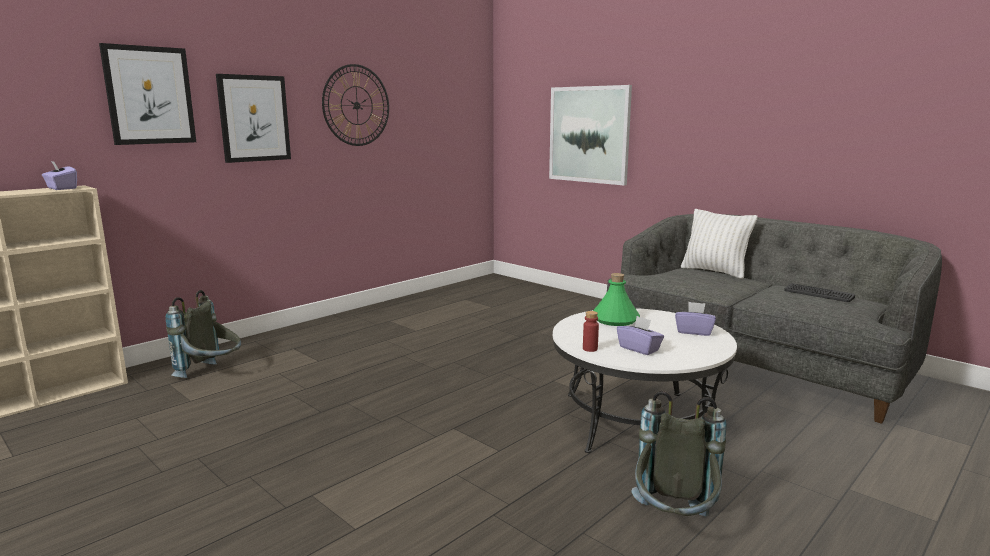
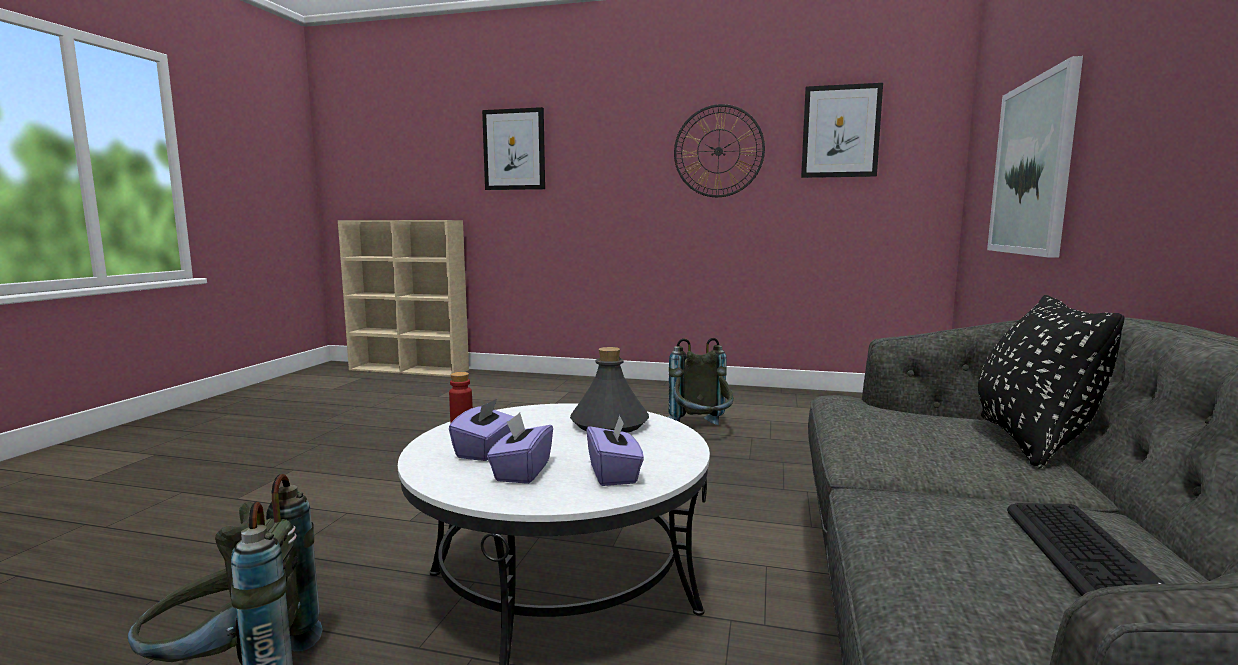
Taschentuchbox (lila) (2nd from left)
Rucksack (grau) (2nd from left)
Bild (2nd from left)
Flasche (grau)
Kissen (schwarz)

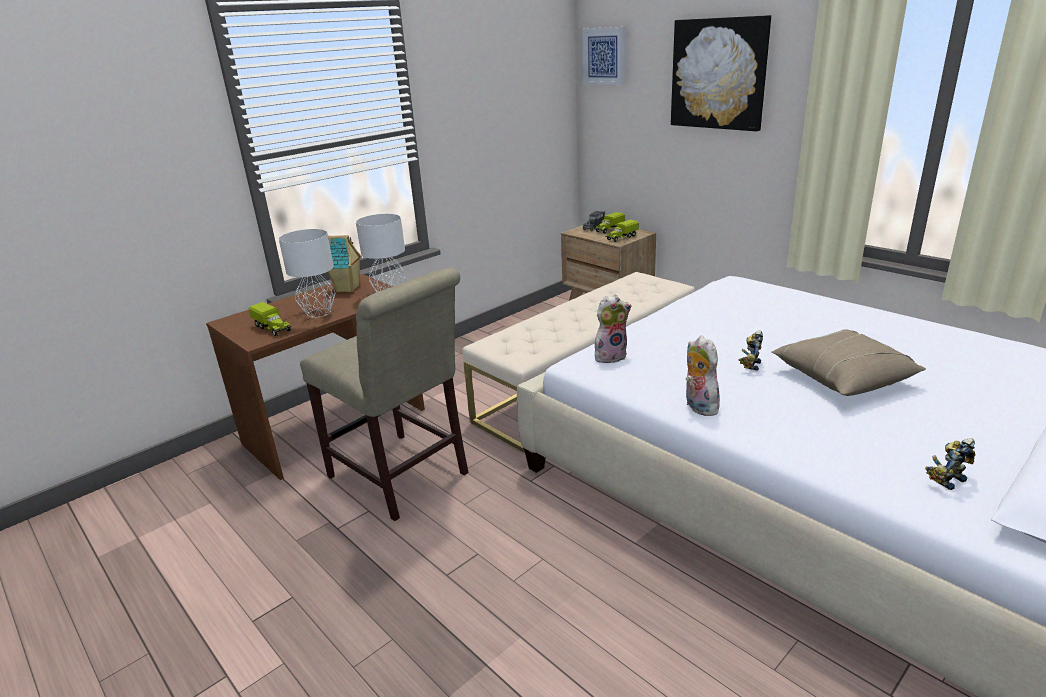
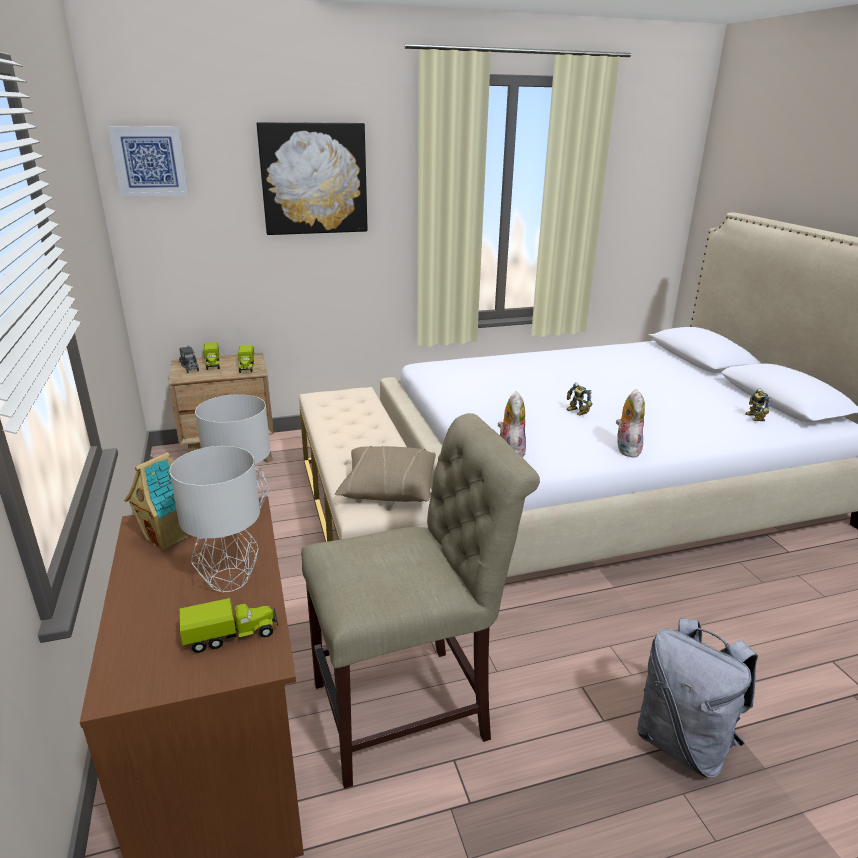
Plüschtier (2nd from left)
Kissen (beige)
Rucksack (grau)

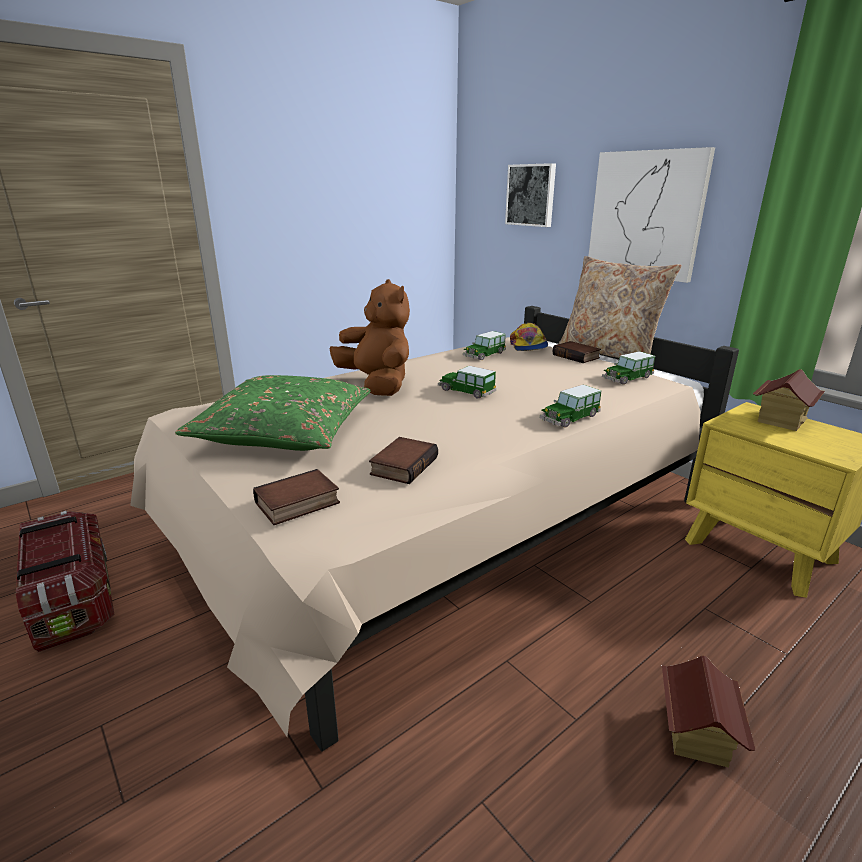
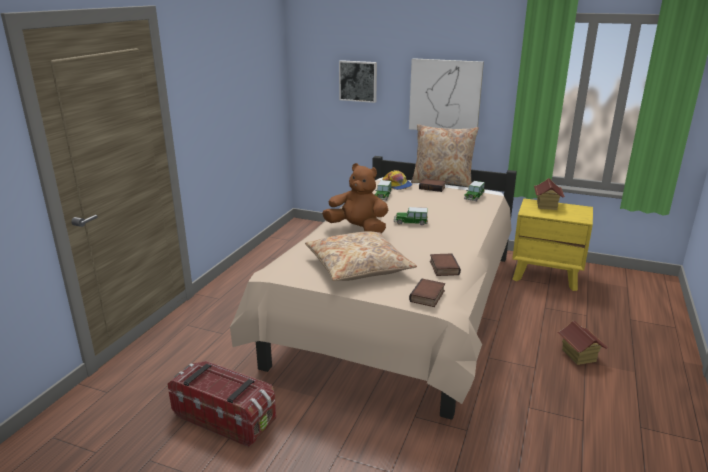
Kissen (beige) (1st from left)
Spielzeugauto (3rd from left in the first image)

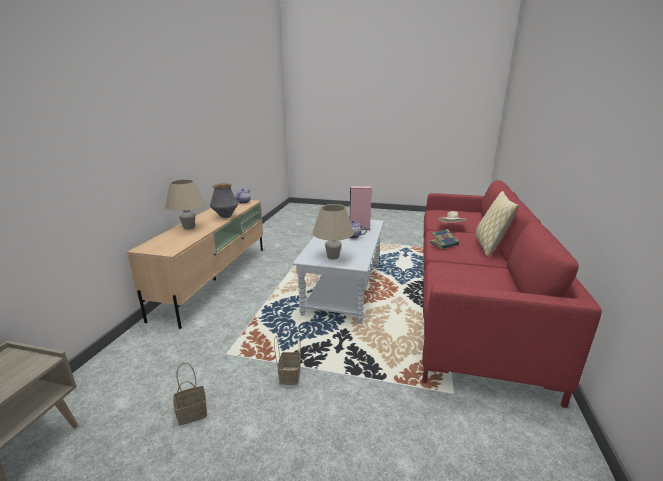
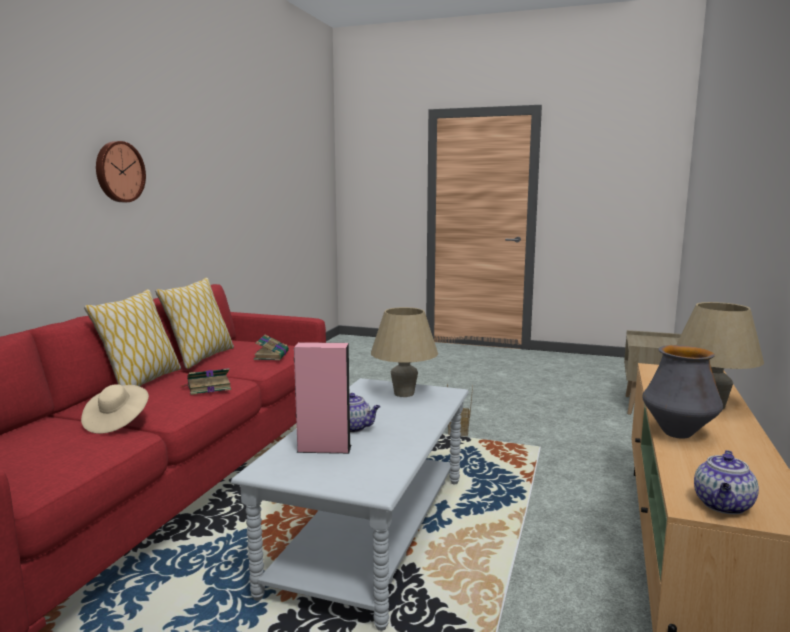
Korb (1st from left in the first image)
Wanduhr
Kissen (2nd from left)
Buch (2nd from left)

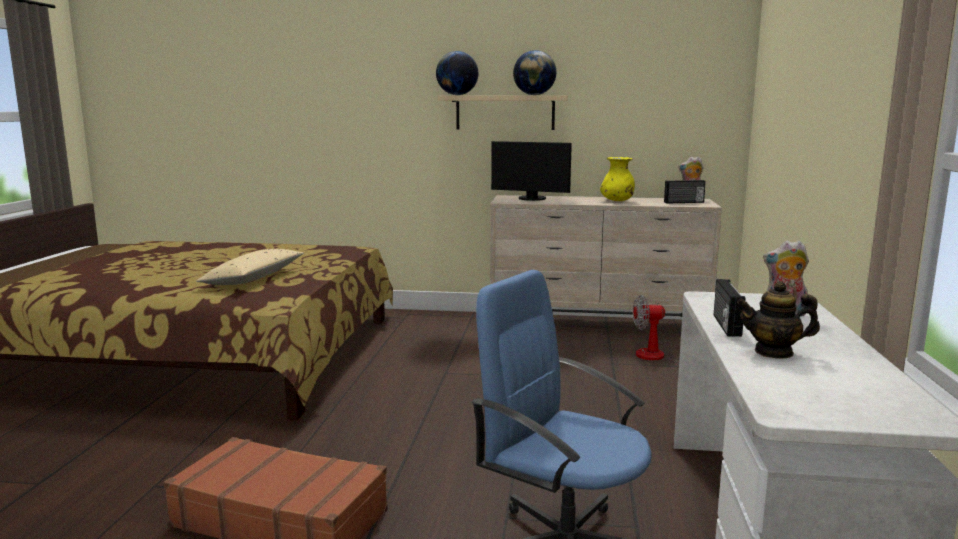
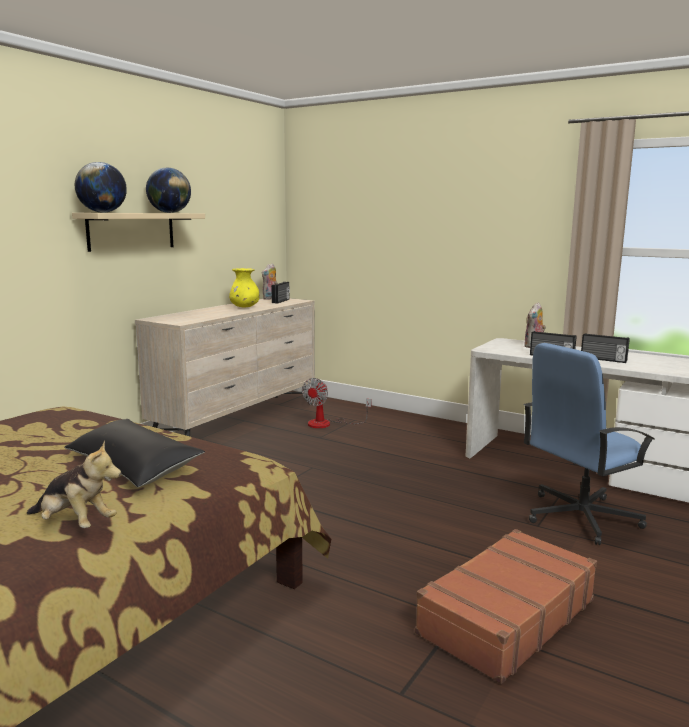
Kissen (schwarz)
Monitor
Radio (3rd from left)
Plüschtier (1st from left)

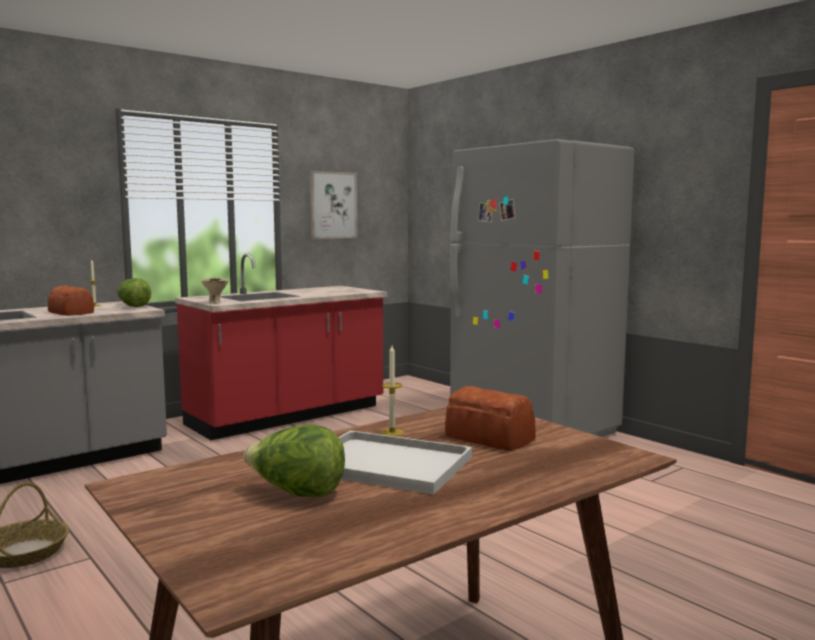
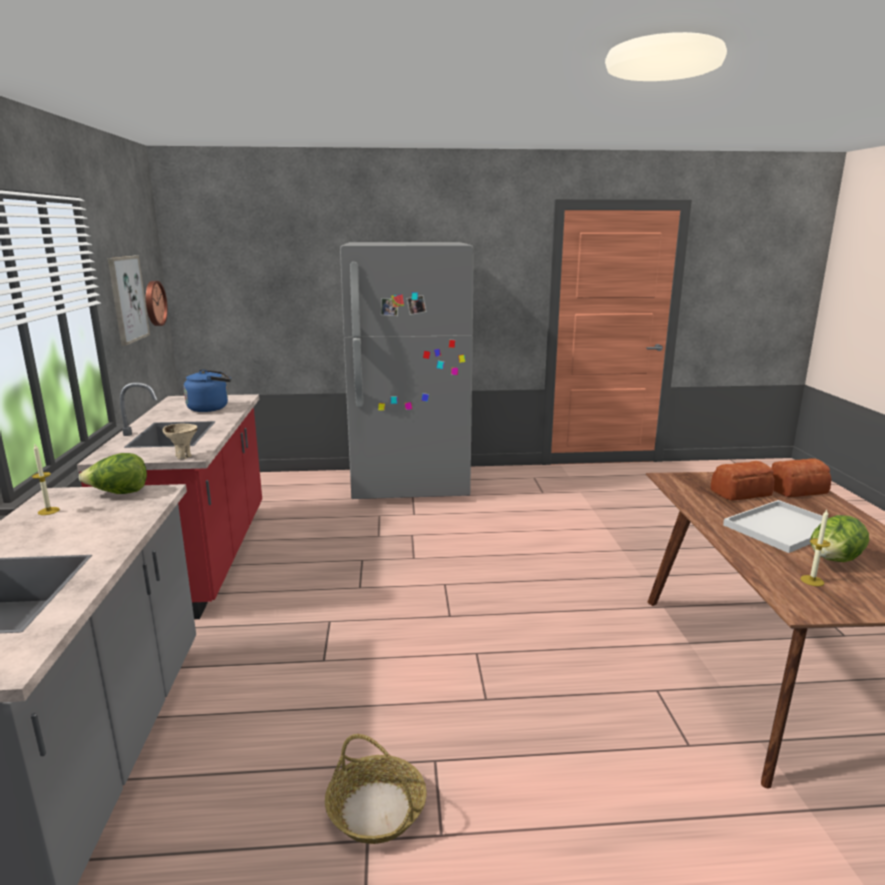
Brot (2nd from left)
Kerze (2nd from left)
Wanduhr
Wasserkessel (blau)

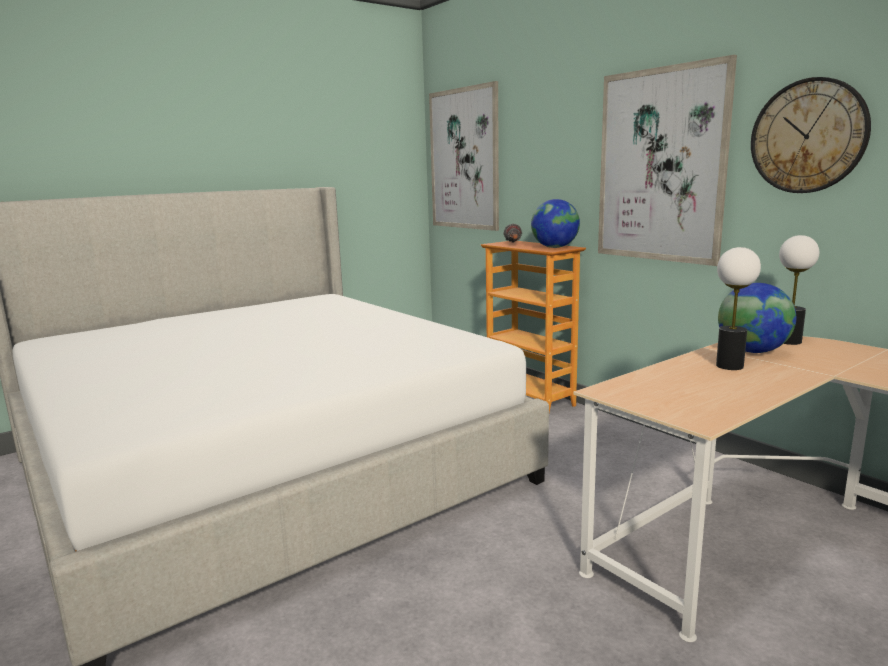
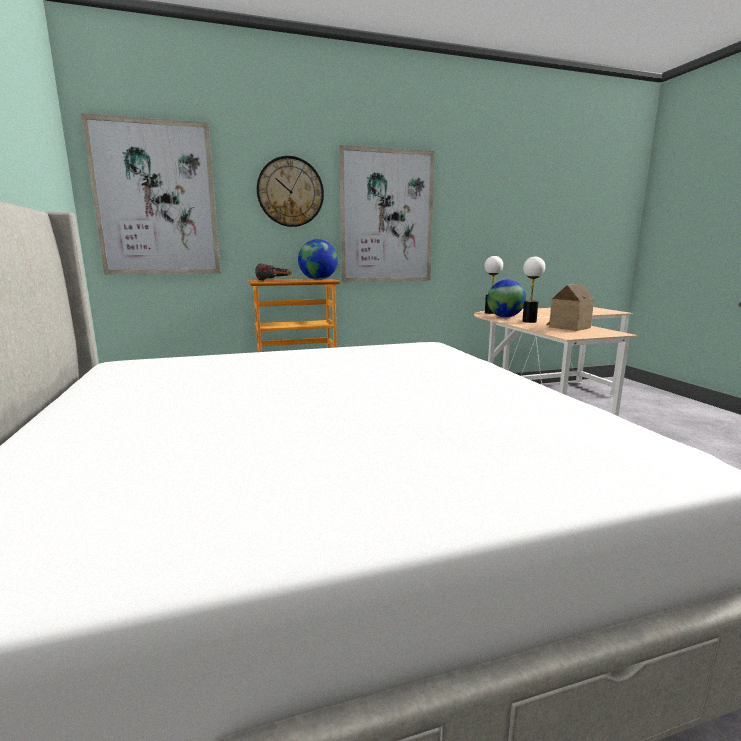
Wanduhr
Spielzeughaus

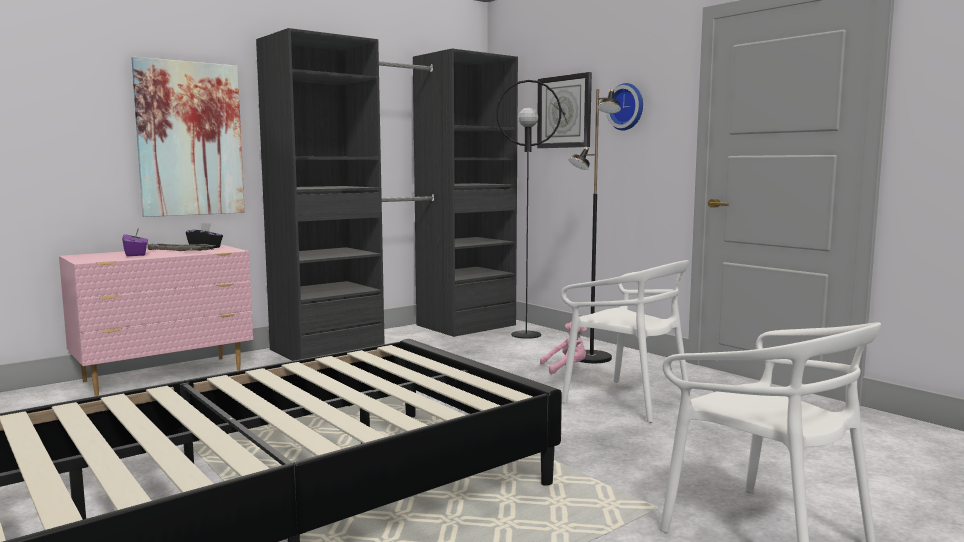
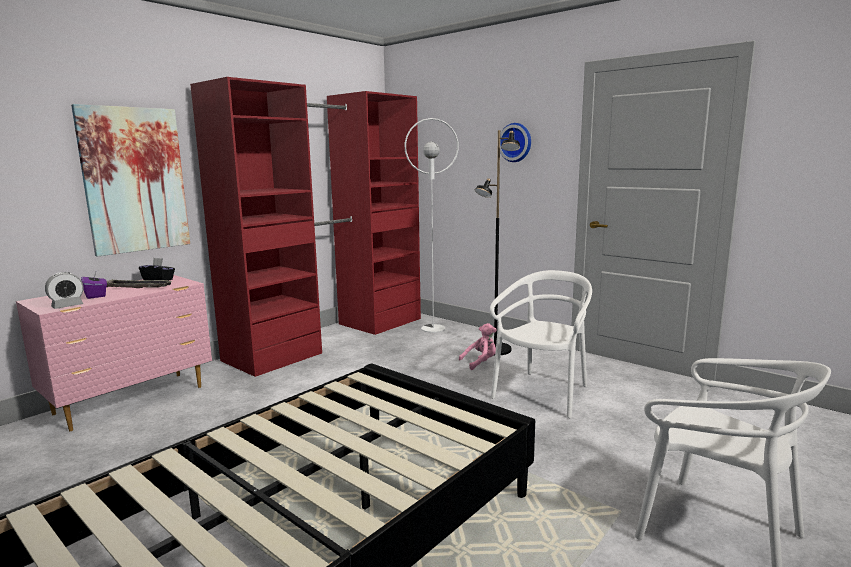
Kleiderschrank (rot)
Stehlampe (weiß)
Wanduhr (1st from left in the first image)
Stuhl (weiß) (1st from left)
Wecker

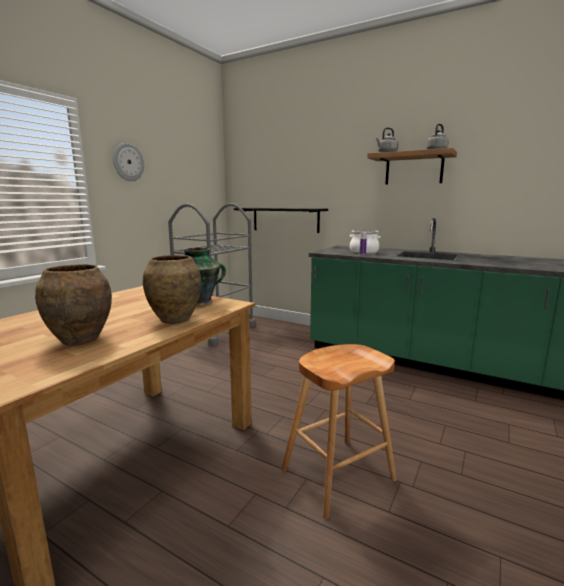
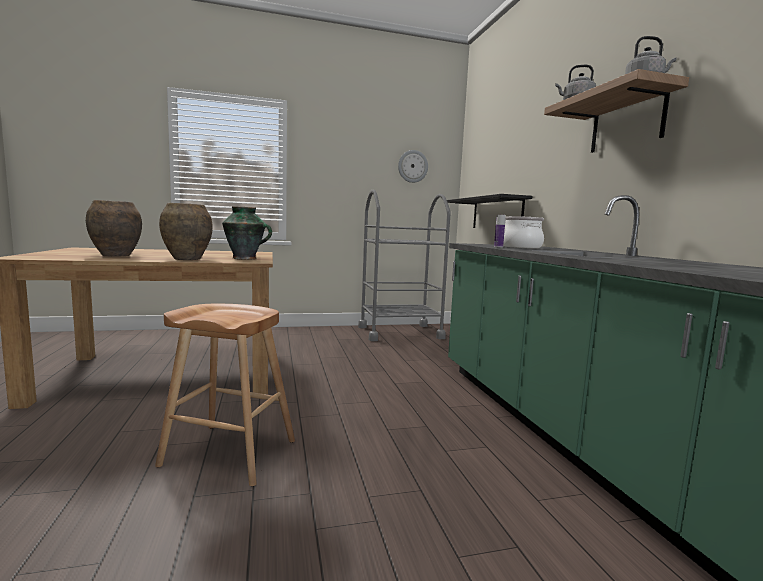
Wanduhr

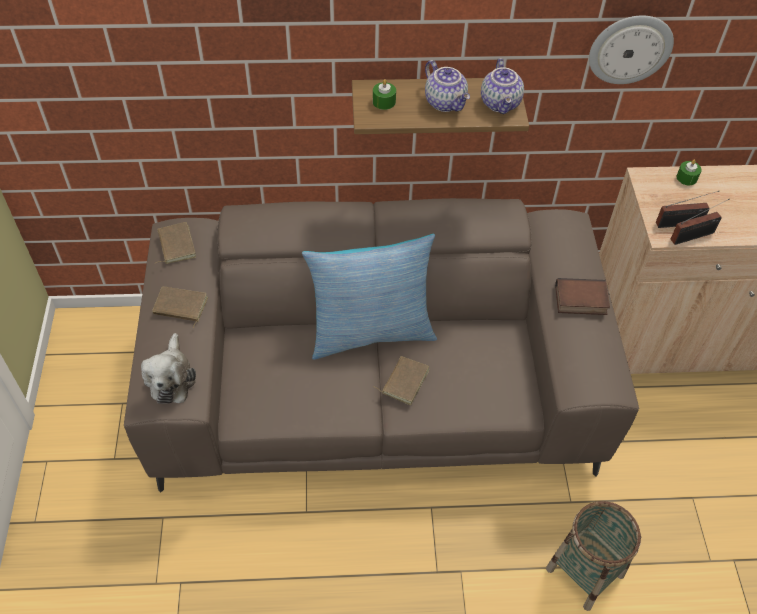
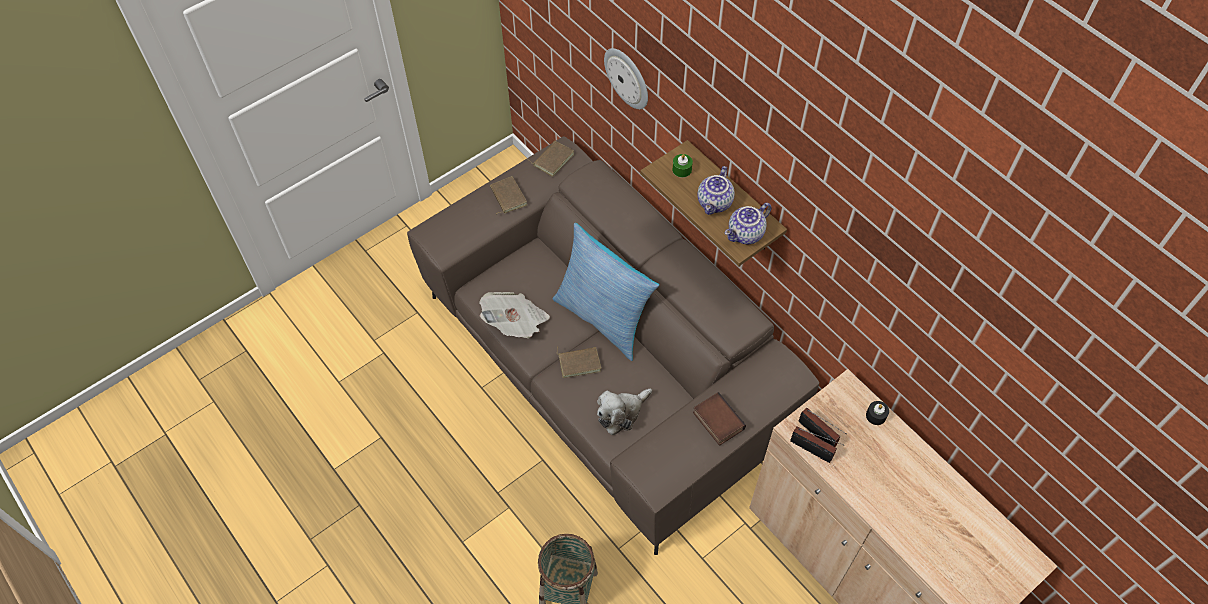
Plüschtier
Wanduhr
Kerze (schwarz)
Zeitung

